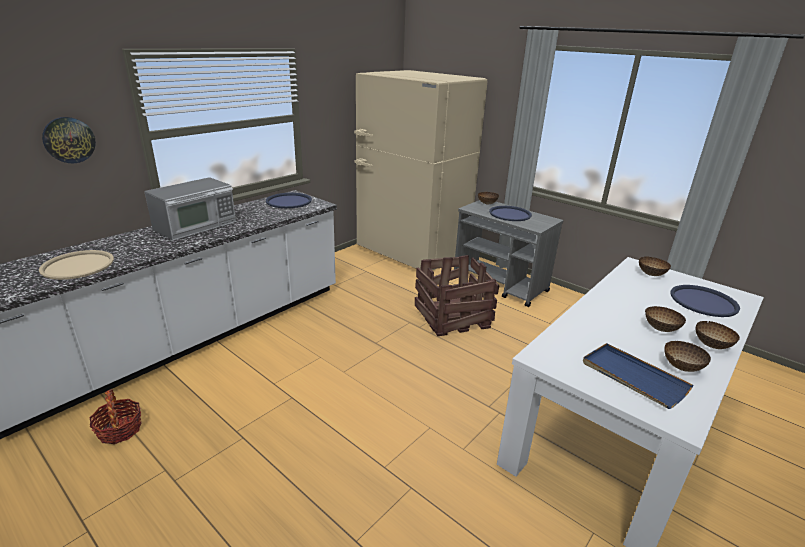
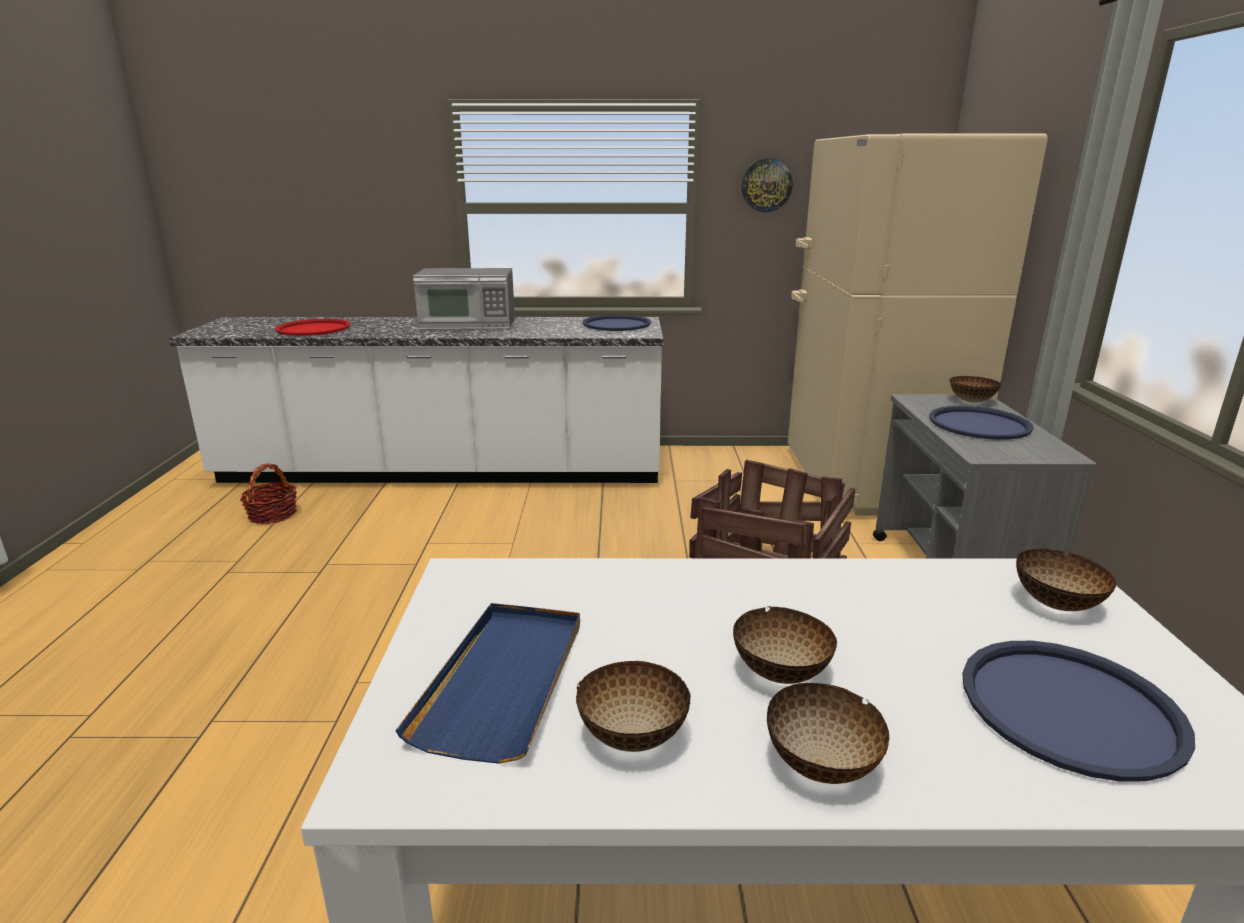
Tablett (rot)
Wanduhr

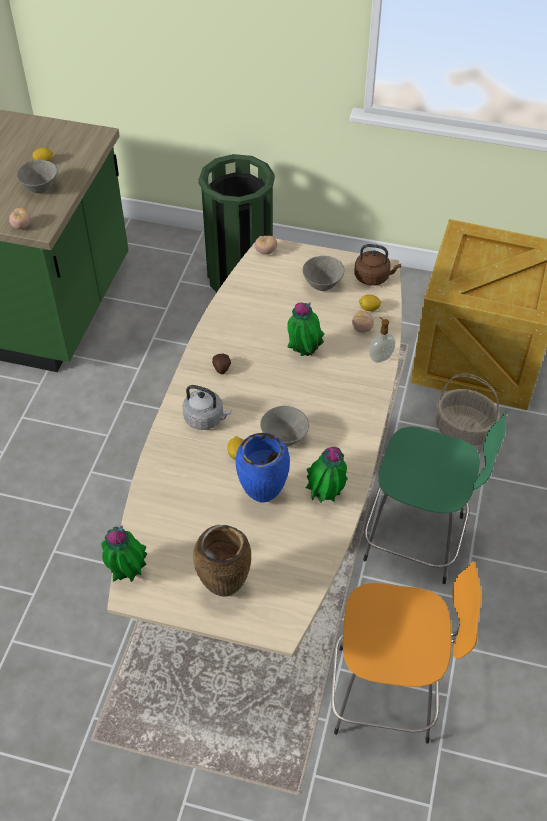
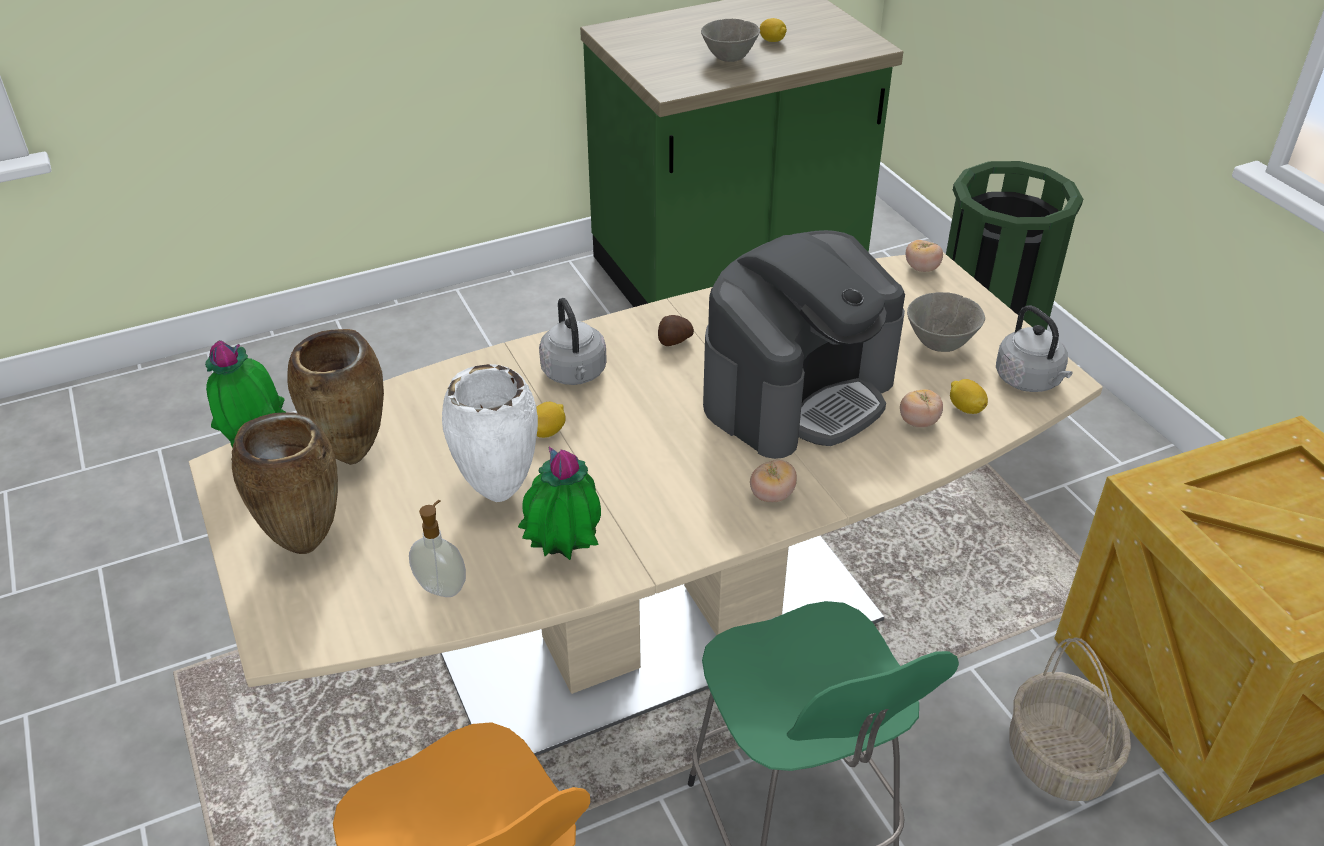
Tomate (1st from left)
Vase (weiß)
Schüssel (grau) (2nd from left in the first image)
Kaffeemaschine
Wasserkessel (grau) (2nd from left)
Seifenspender
Vase (braun) (2nd from left)

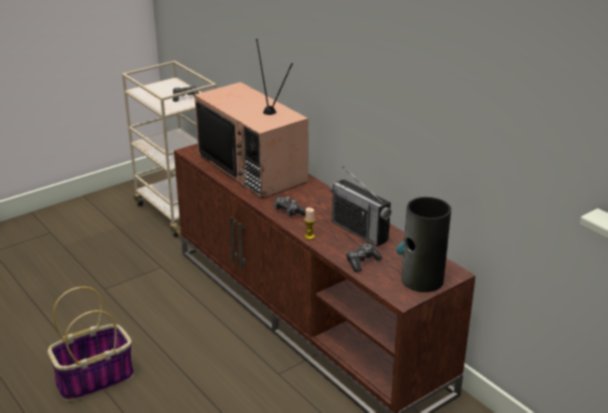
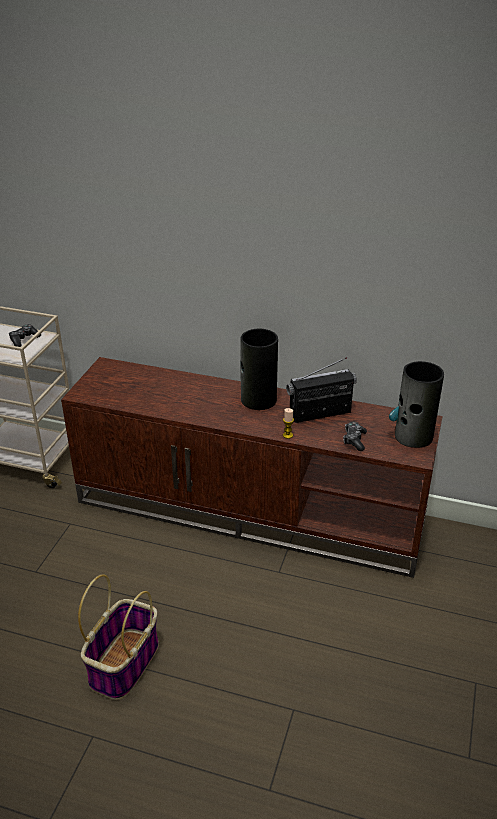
Fernseher
Gamepad (2nd from left in the first image)
Radio
Vase (1st from left)

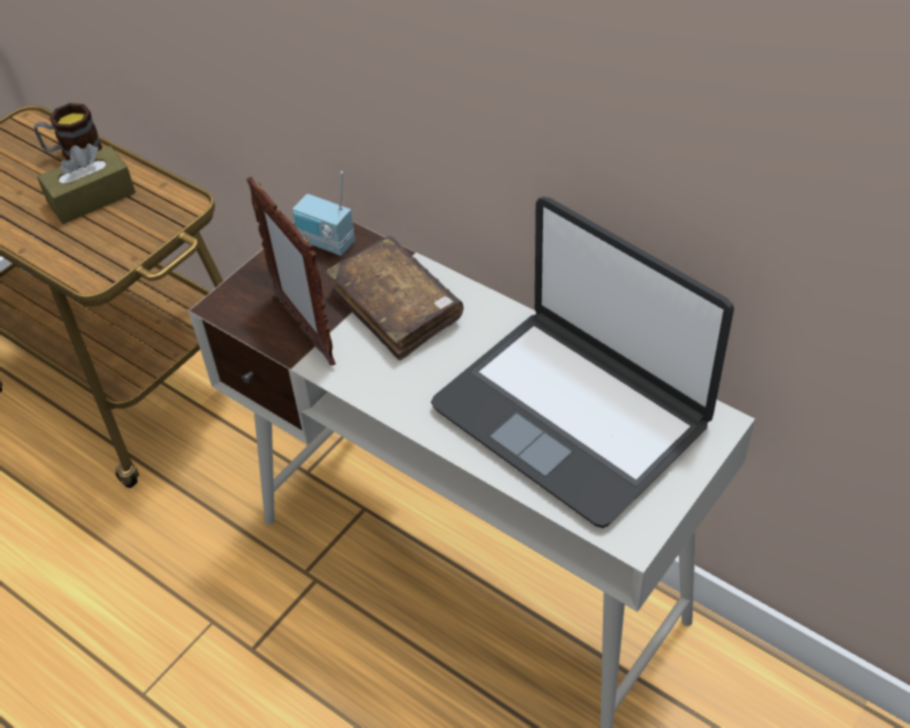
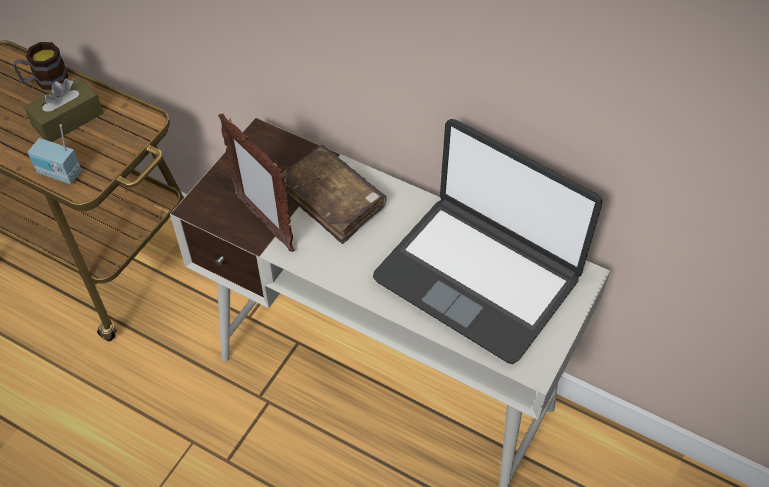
Radio

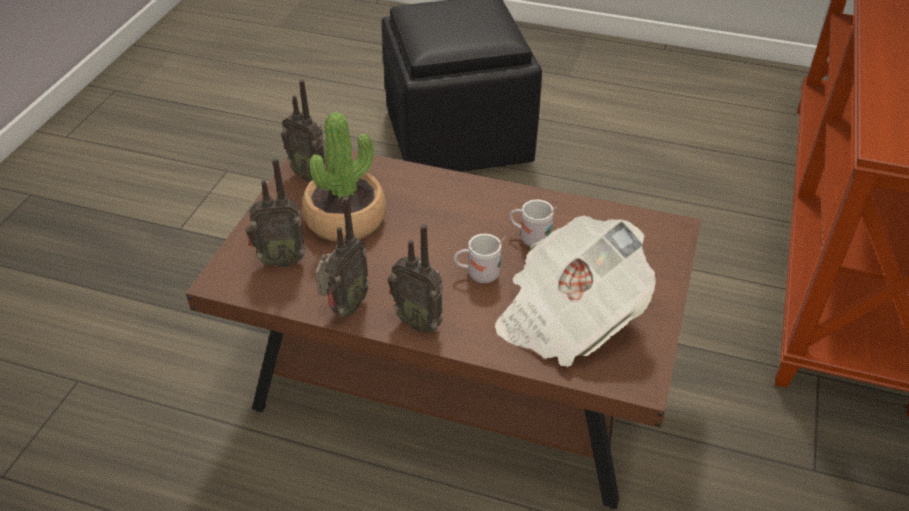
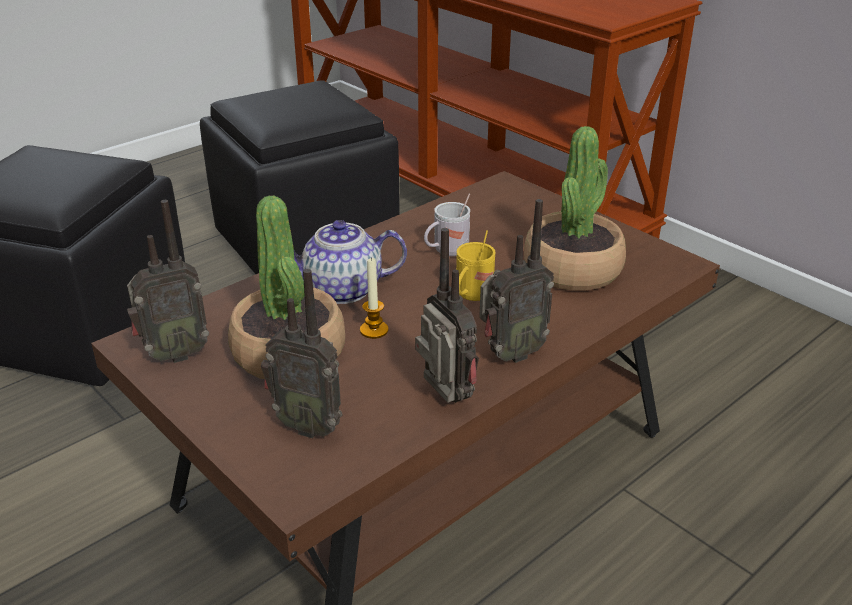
Radio (2nd from left)
Henkelbecher (gelb)
Topfpflanze (2nd from left)
Polsterhocker (schwarz) (2nd from left)
Teekanne
Kerze

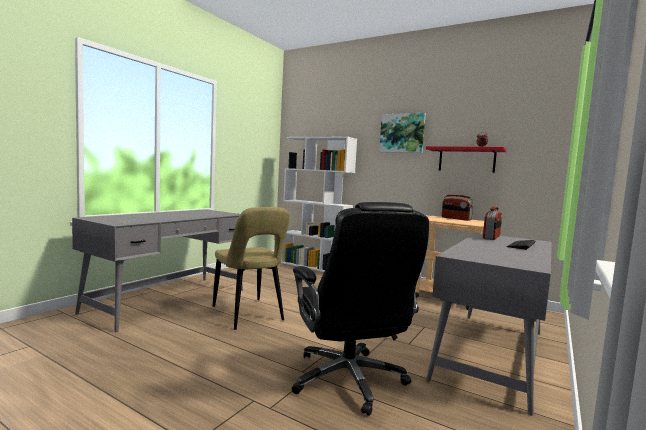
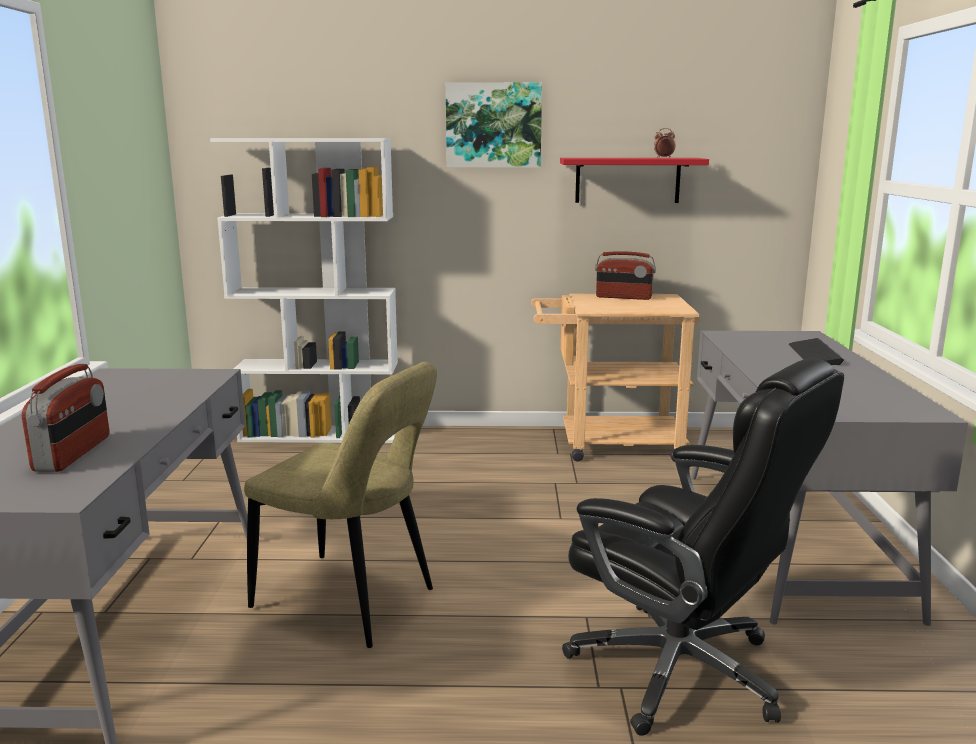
Radio (1st from left)

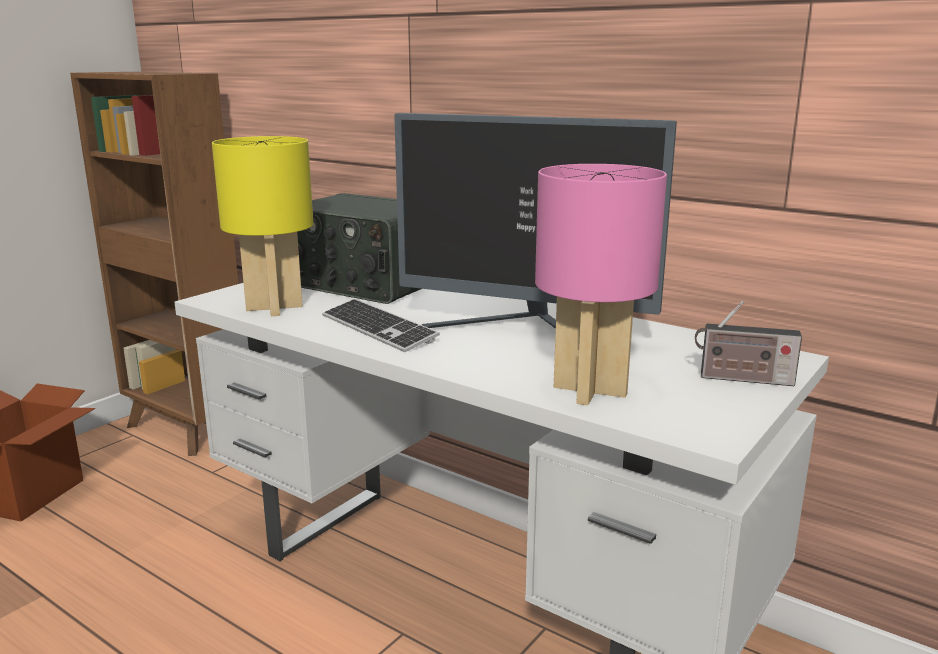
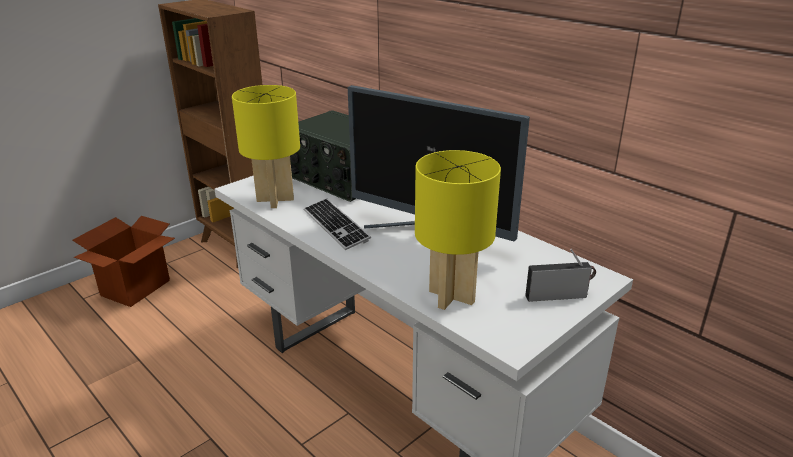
Tischlampe (gelb) (2nd from left)
Radio (2nd from left)

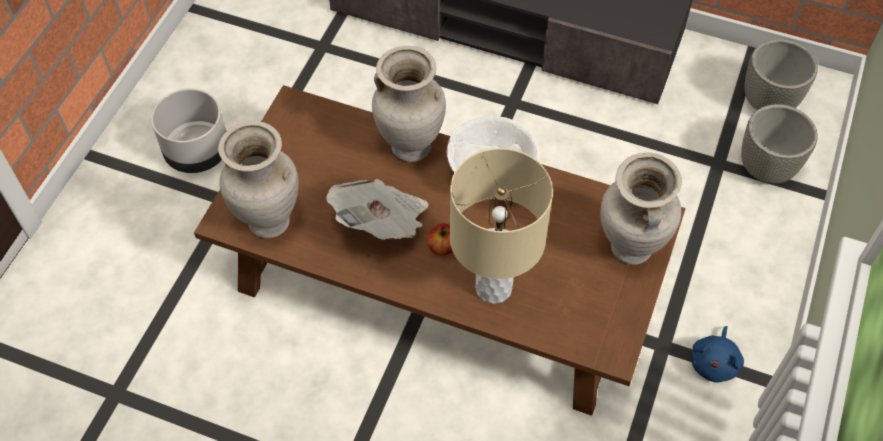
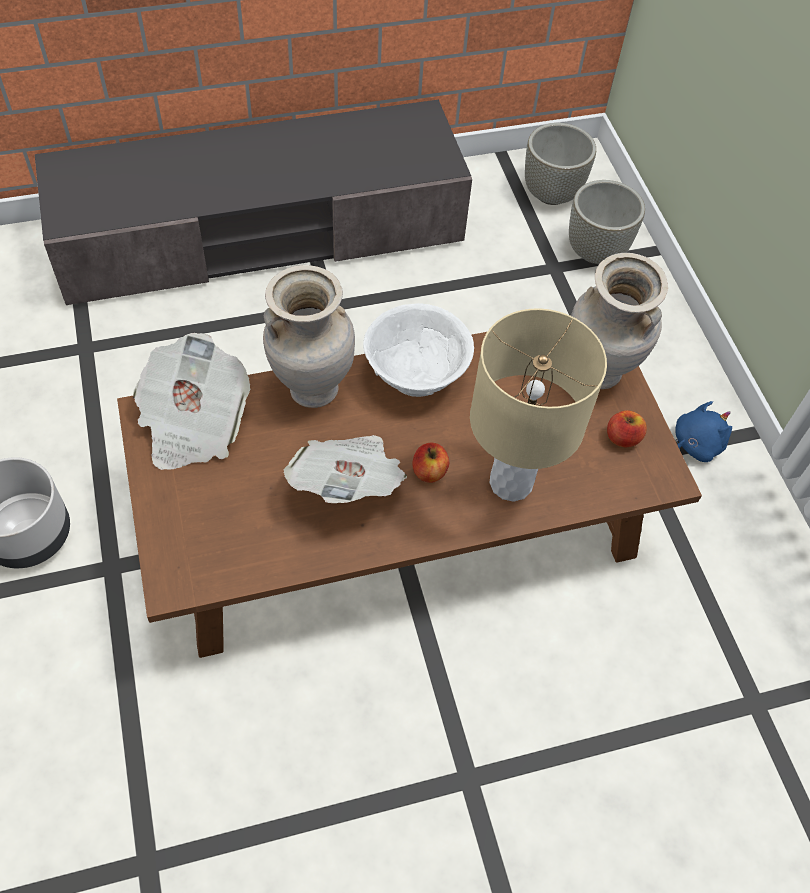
Vase (beige) (1st from left in the first image)
Plüschtier (blau)
Zeitung (1st from left)
Apfel (2nd from left)

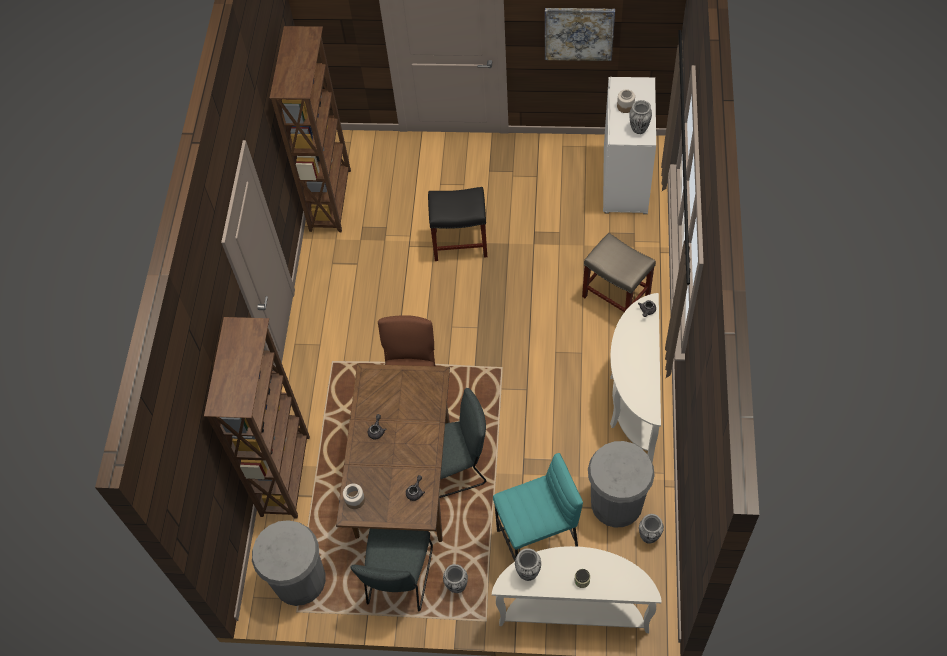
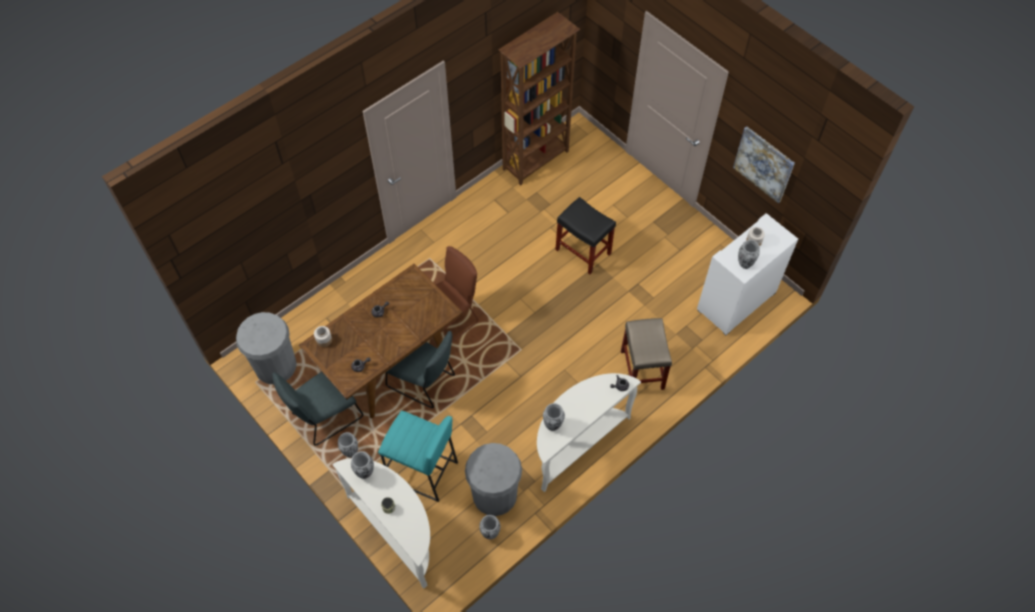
Bücherregal (braun) (1st from left in the first image)
Vase (4th from left)

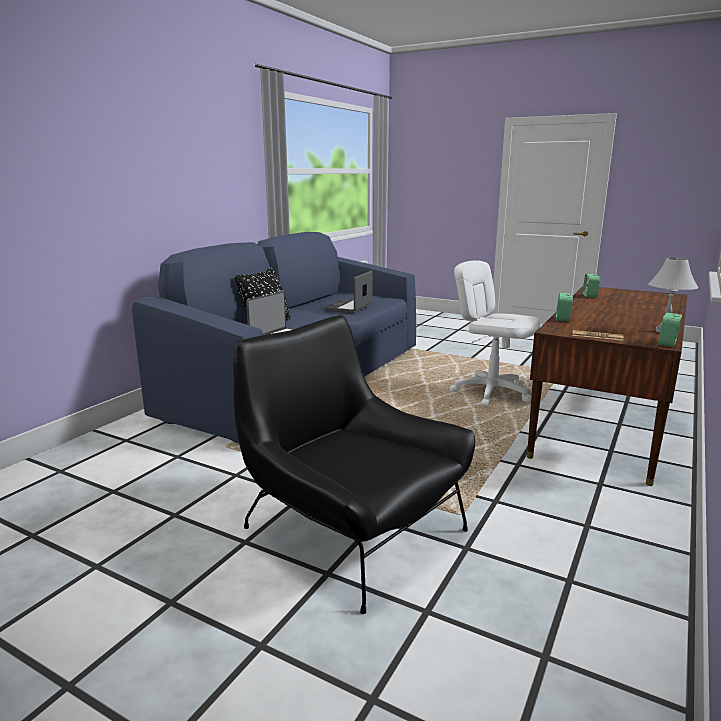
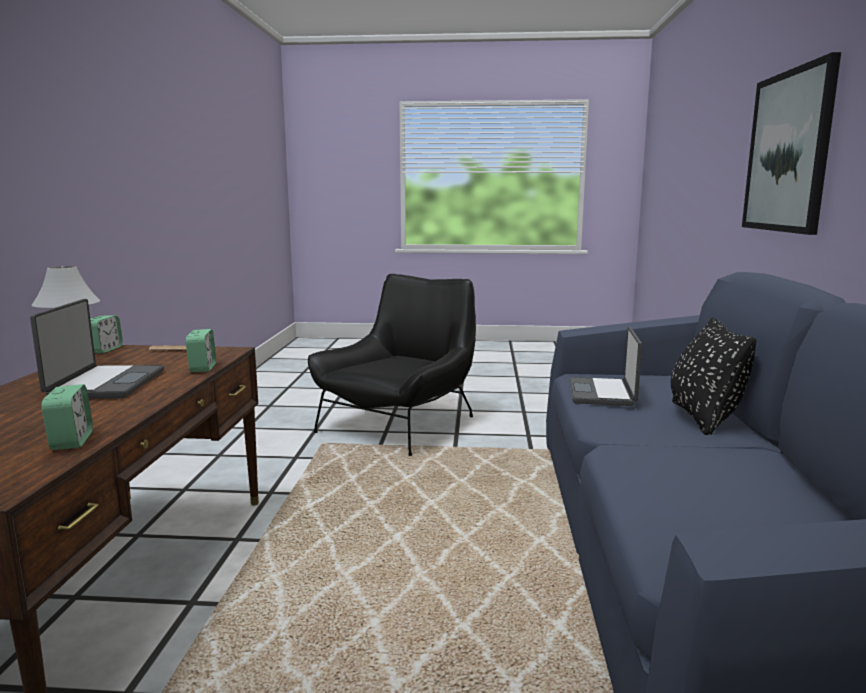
Sessel (schwarz)
Laptop (1st from left)
Bürostuhl (weiß)
Bild

